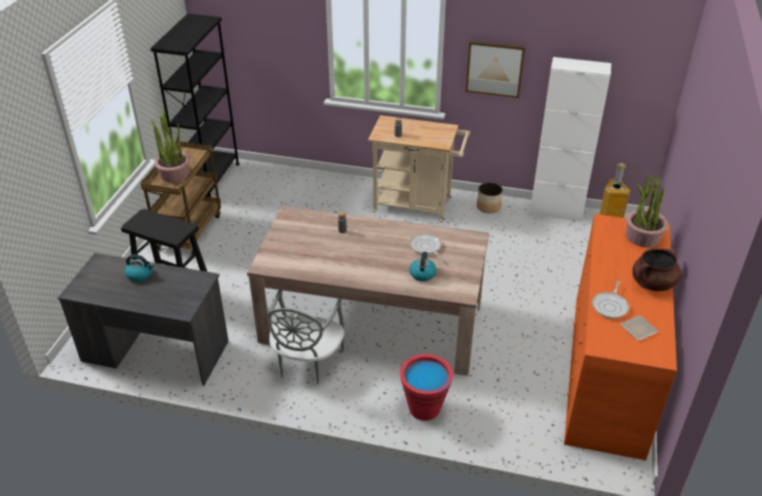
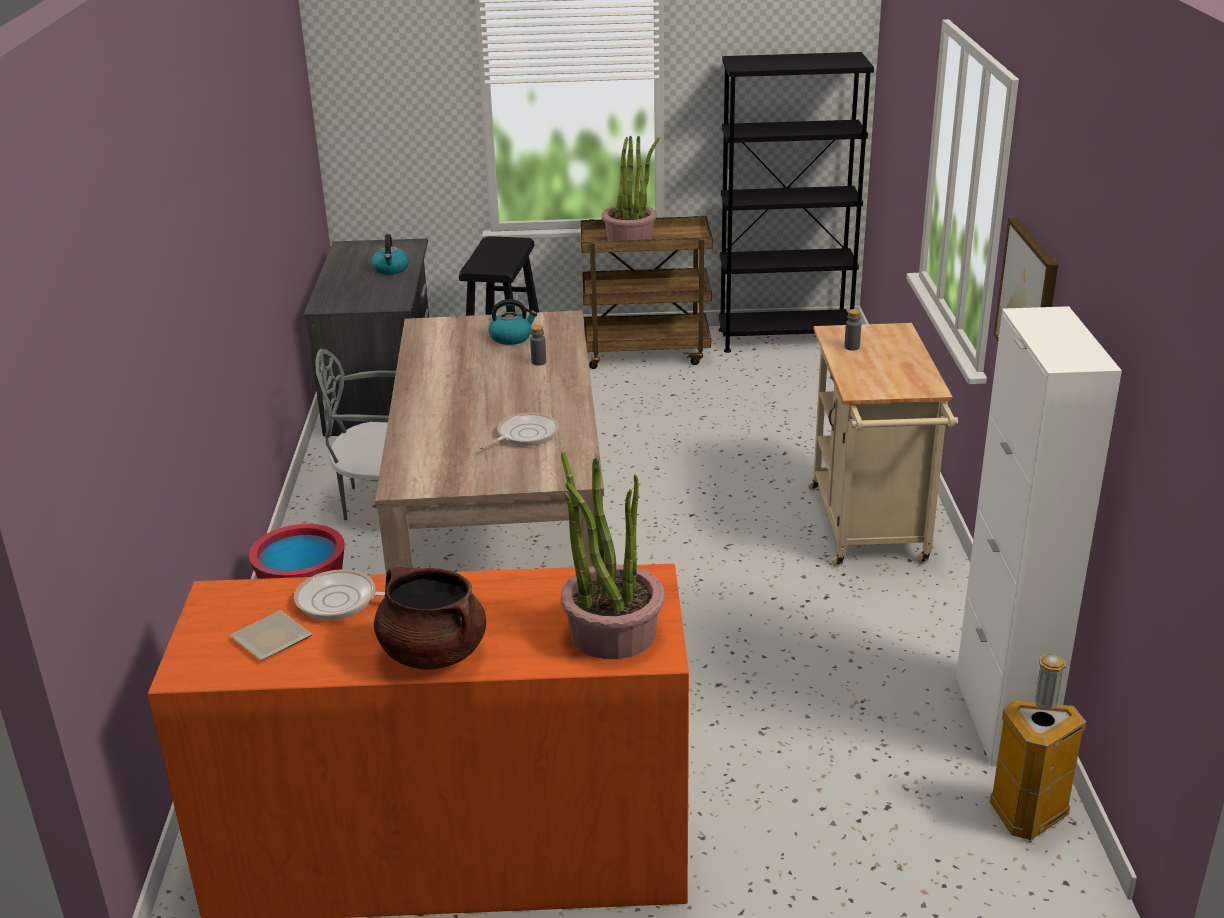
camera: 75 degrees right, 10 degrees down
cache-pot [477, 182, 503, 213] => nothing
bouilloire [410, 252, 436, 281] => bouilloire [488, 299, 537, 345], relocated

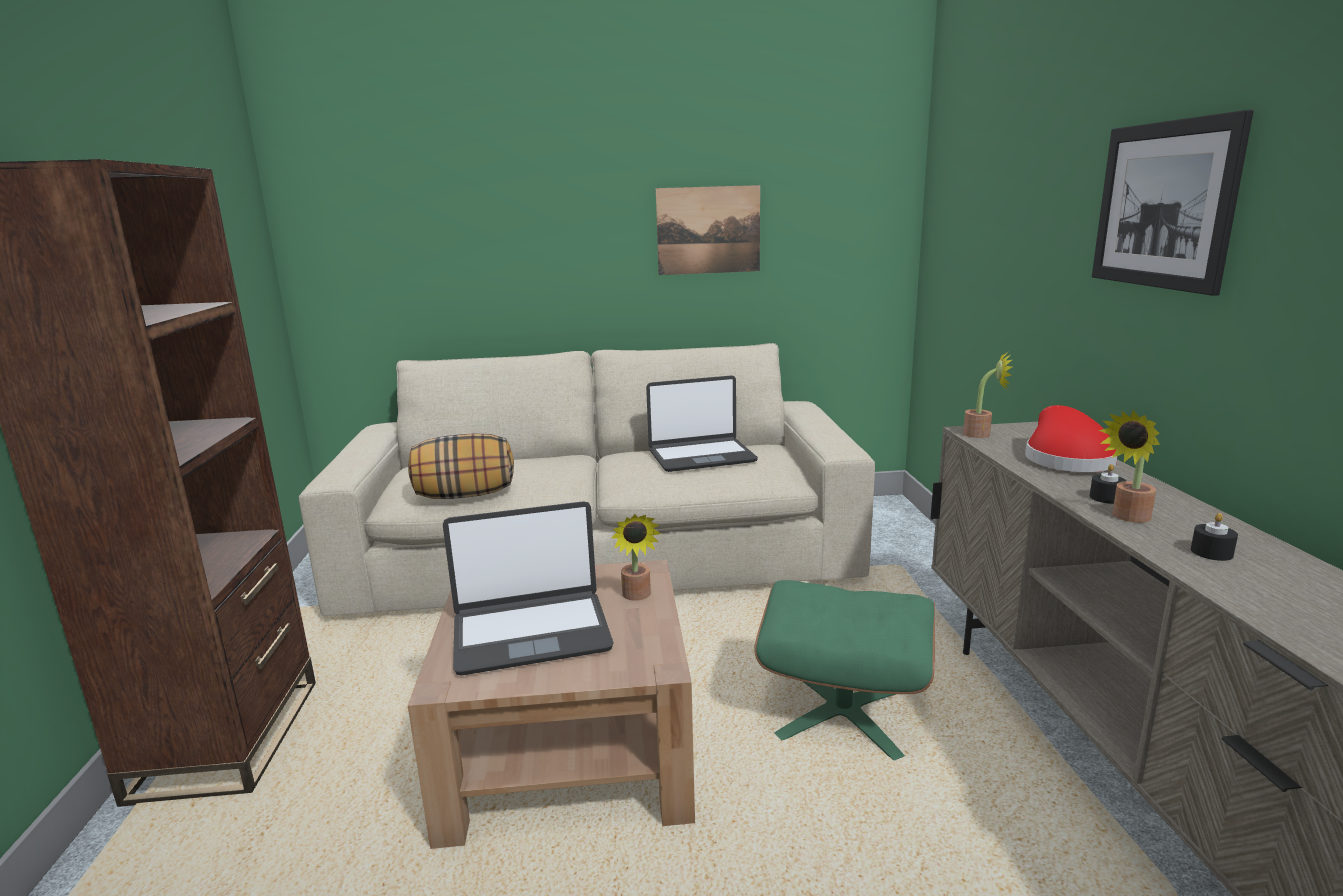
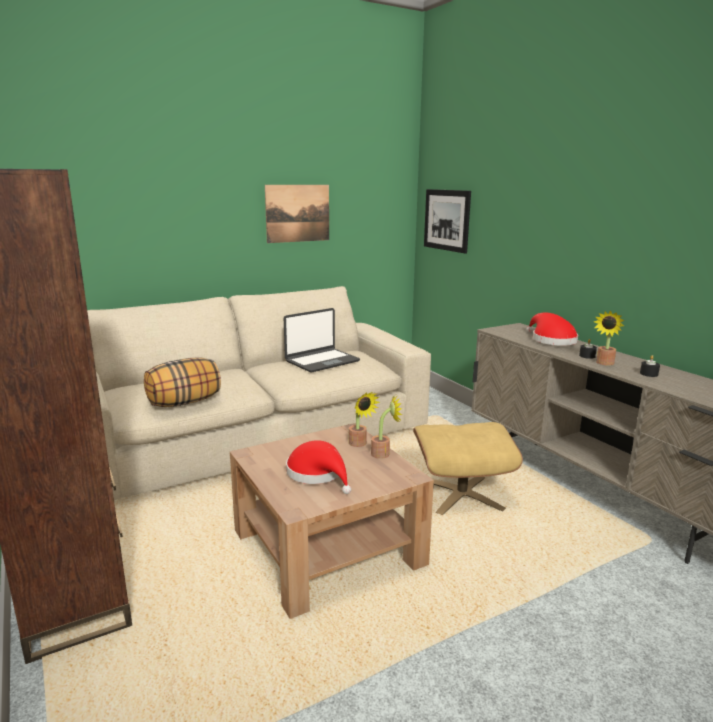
camera: 25 degrees left, 0 degrees up
tableau [1092, 110, 1254, 296] => tableau [424, 189, 471, 253], relocated
plante en pot [963, 351, 1012, 438] => plante en pot [371, 395, 402, 459], relocated
ordinateur portable [443, 501, 614, 675] => chapeau/rouge [286, 440, 351, 494]
pouf/vert [754, 580, 935, 761] => pouf/beige [413, 422, 523, 515]

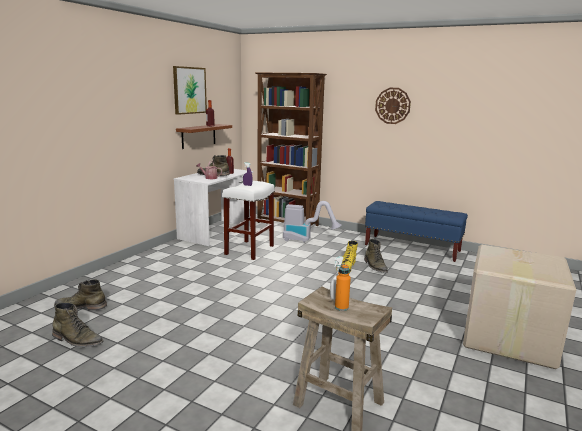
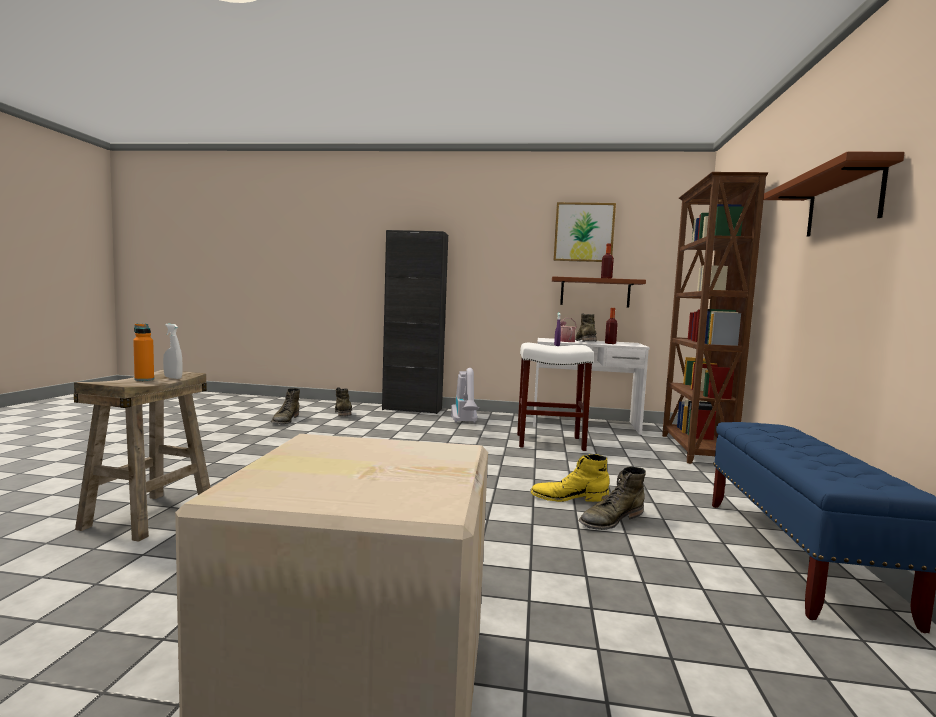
camera: 70 degrees right, 10 degrees down
horloge murale [375, 88, 411, 124] => étagère/marron [763, 152, 905, 237]
aspirateur [283, 201, 342, 243] => aspirateur [451, 368, 479, 423], relocated
nothing => meuble de rangement/noir [382, 230, 448, 414]

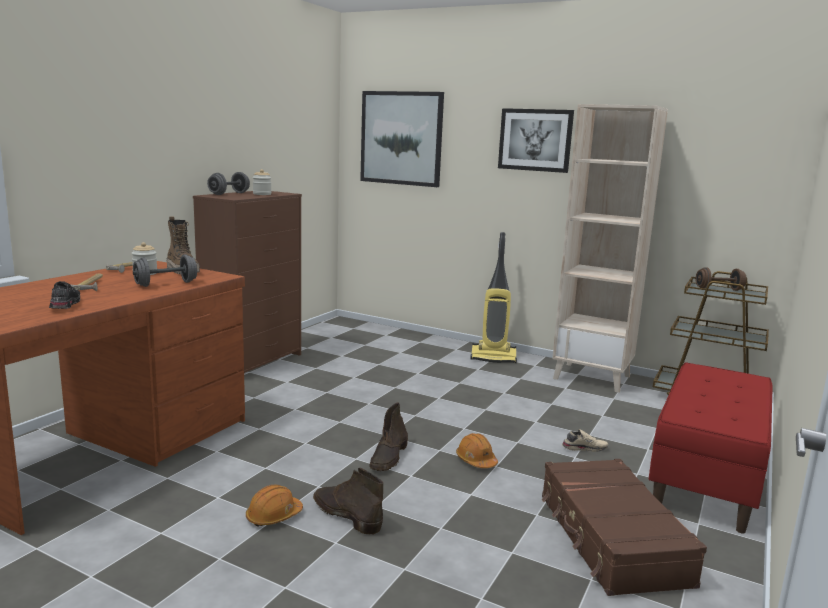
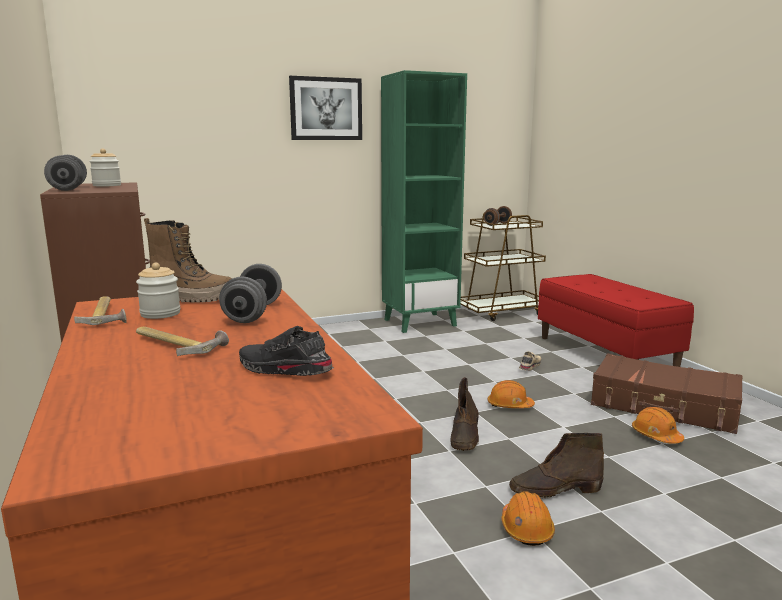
camera: 50 degrees left, 0 degrees up
tableau [360, 91, 444, 187] => nothing
bibliothèque/beige [552, 104, 668, 393] => bibliothèque/vert [381, 70, 467, 333]
aspirateur [470, 232, 517, 363] => nothing
botte/marron [369, 402, 408, 471] => botte/marron [450, 377, 479, 451], 45 degrees clockwise
nothing => casque de chantier/orange [632, 407, 684, 444]

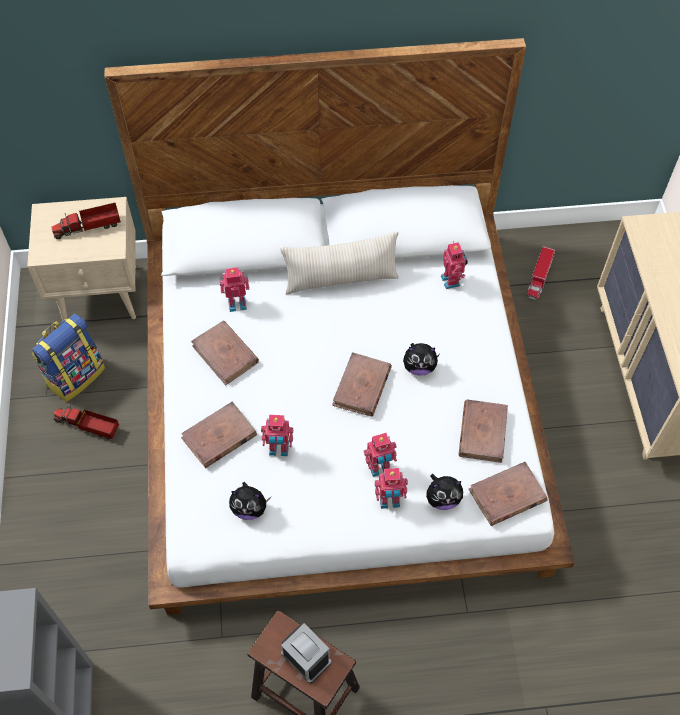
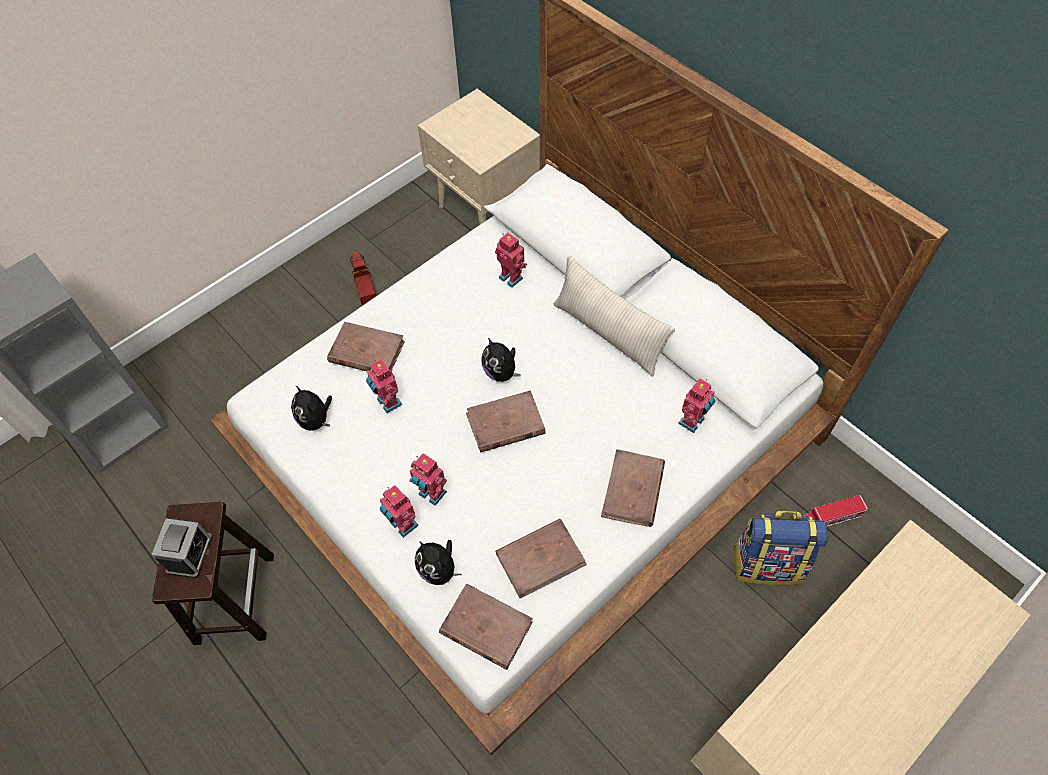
camera: 55 degrees right, 0 degrees up
camion jouet [51, 203, 121, 239] => nothing
sac à dos [32, 314, 105, 402] => sac à dos [733, 511, 829, 585], relocated
livre/marron [191, 321, 259, 386] => livre/marron [601, 449, 665, 527], relocated
peluche [403, 343, 440, 376] => peluche [481, 338, 521, 382], relocated

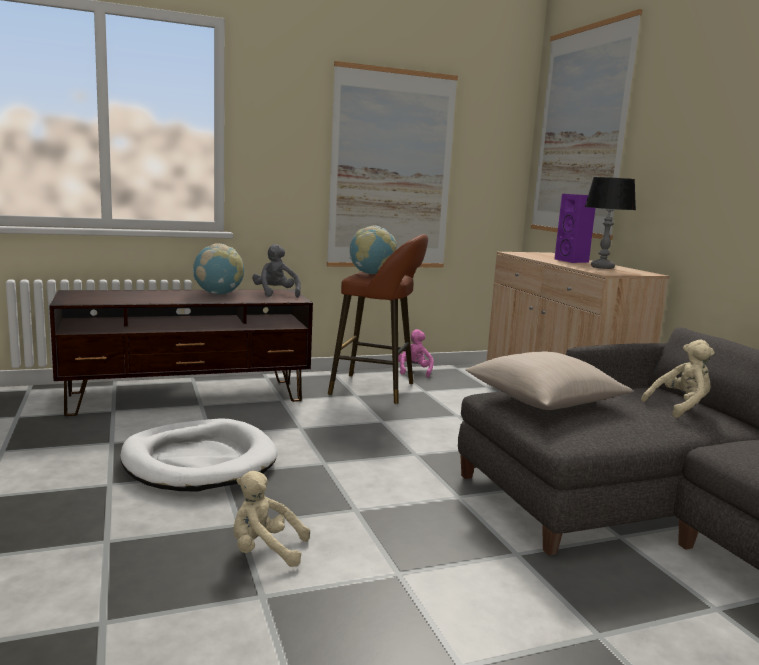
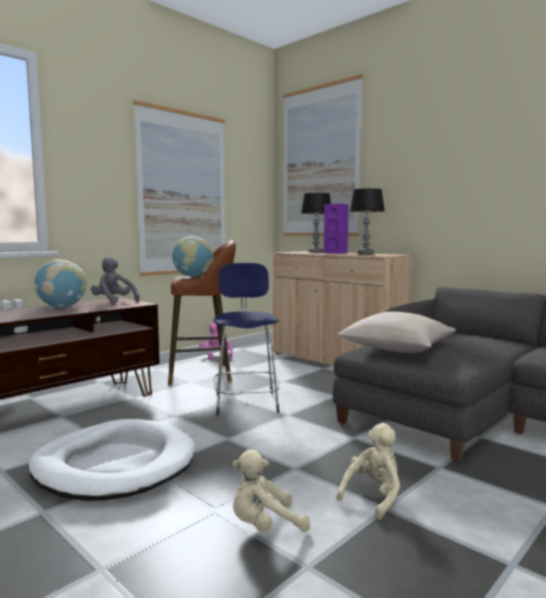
camera: 25 degrees left, 5 degrees down
peluche/beige [641, 340, 715, 418] => peluche/beige [336, 423, 400, 520], relocated
nothing => lampe de table [301, 193, 331, 253]
nothing => tabouret/bleu [213, 263, 279, 415]

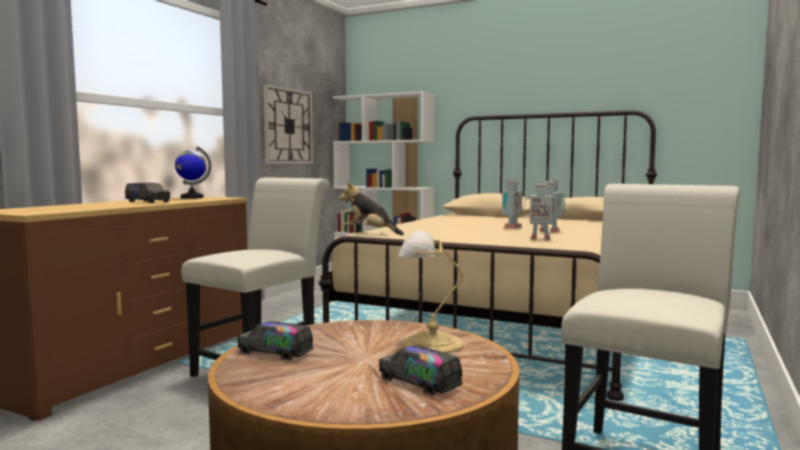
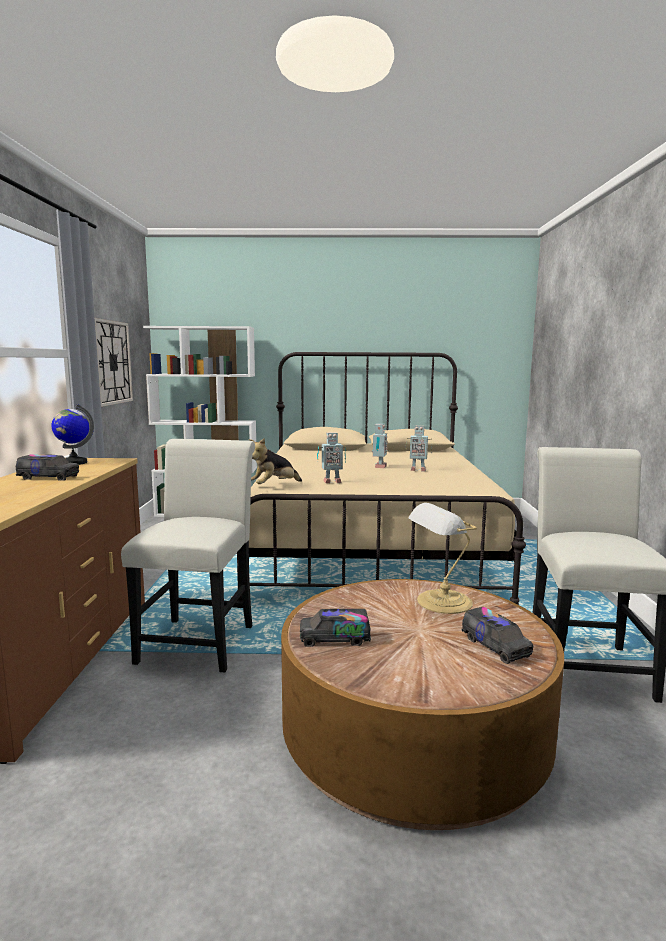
camera: 25 degrees left, 5 degrees up
peluche [339, 182, 404, 235] => peluche [249, 438, 302, 484], 45 degrees counterclockwise
robot jouet [524, 182, 558, 240] => robot jouet [317, 432, 346, 483], relocated
camion jouet [379, 345, 463, 396] => camion jouet [462, 607, 533, 664], 135 degrees counterclockwise

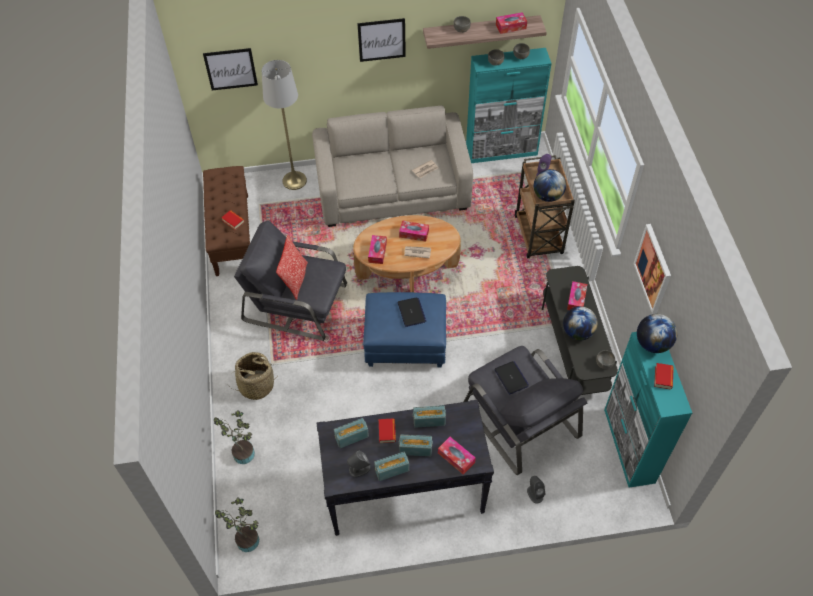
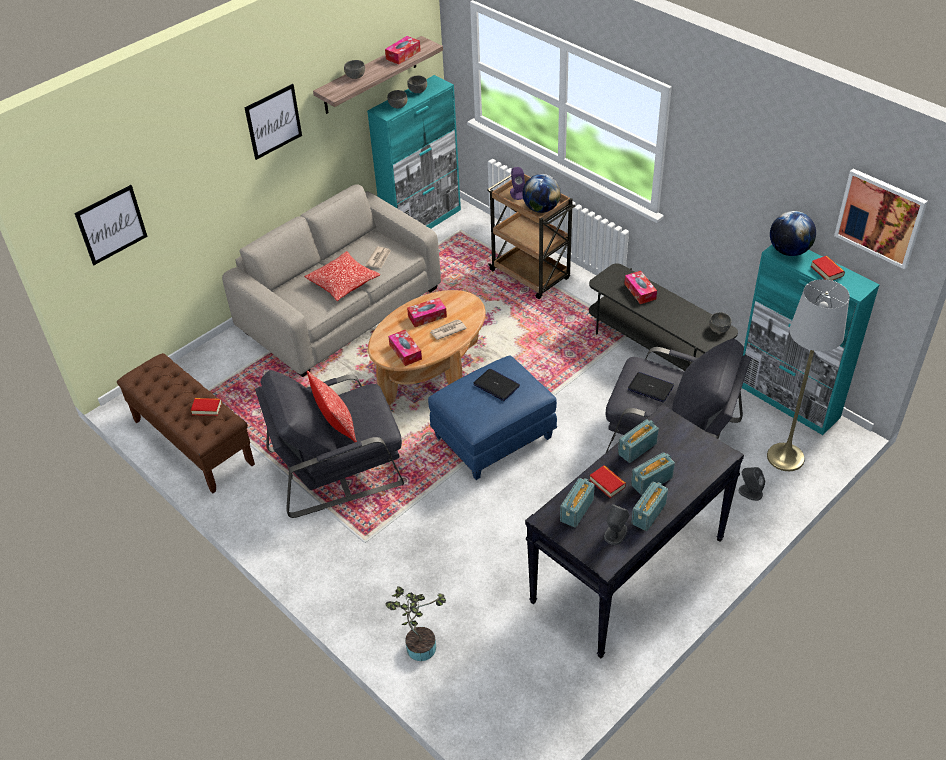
camera: 35 degrees left, 10 degrees down
lampadaire/gris [262, 60, 307, 190] => lampadaire/gris [767, 279, 850, 471], relocated
tableau [633, 224, 671, 314] => tableau [834, 169, 928, 269], relocated
globe [563, 306, 598, 340] => nothing
panier [228, 352, 277, 400] => nothing
boîte à mouchoirs [438, 437, 476, 475] => nothing
plante en pot [215, 497, 259, 552] => nothing
nothing => coussin [304, 251, 380, 301]

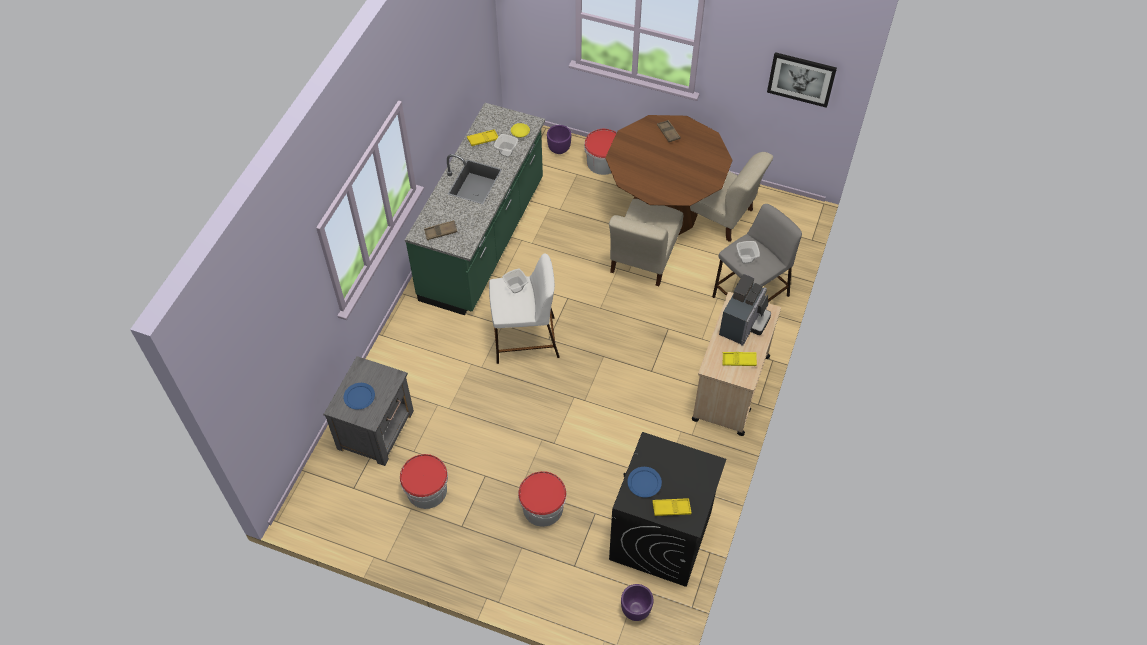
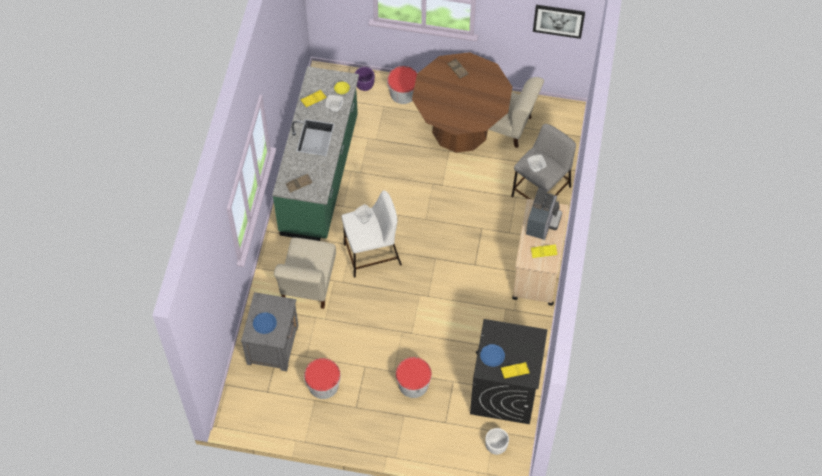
camera: 10 degrees left, 5 degrees up
chaise/beige [609, 199, 683, 286] => chaise/beige [274, 238, 336, 309], relocated
cache-pot/violet [621, 584, 653, 621] => cache-pot/blanc [485, 428, 509, 455]

